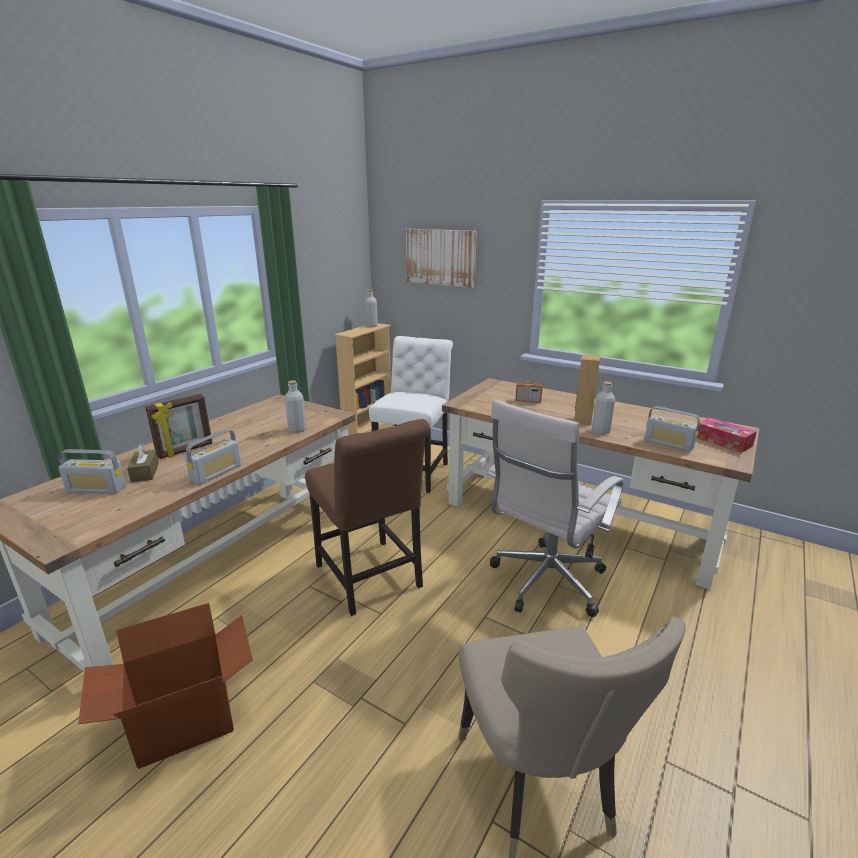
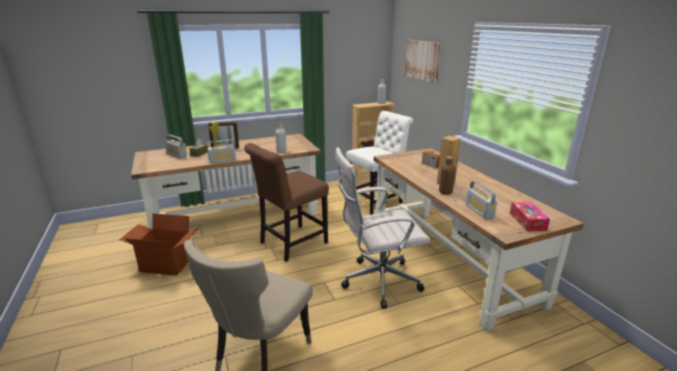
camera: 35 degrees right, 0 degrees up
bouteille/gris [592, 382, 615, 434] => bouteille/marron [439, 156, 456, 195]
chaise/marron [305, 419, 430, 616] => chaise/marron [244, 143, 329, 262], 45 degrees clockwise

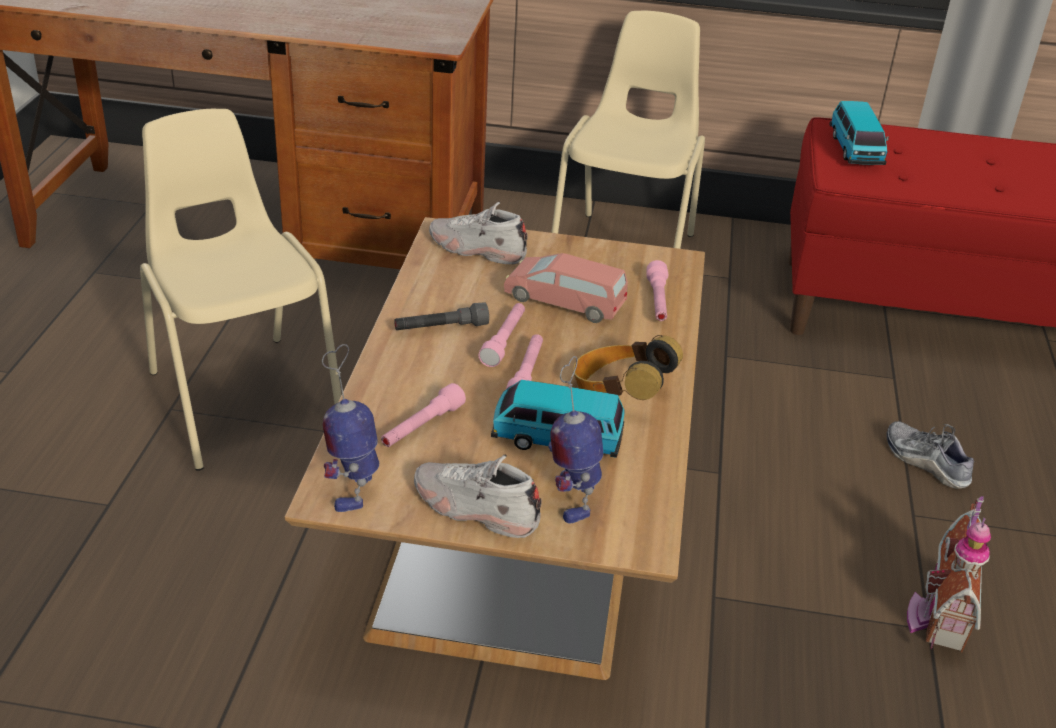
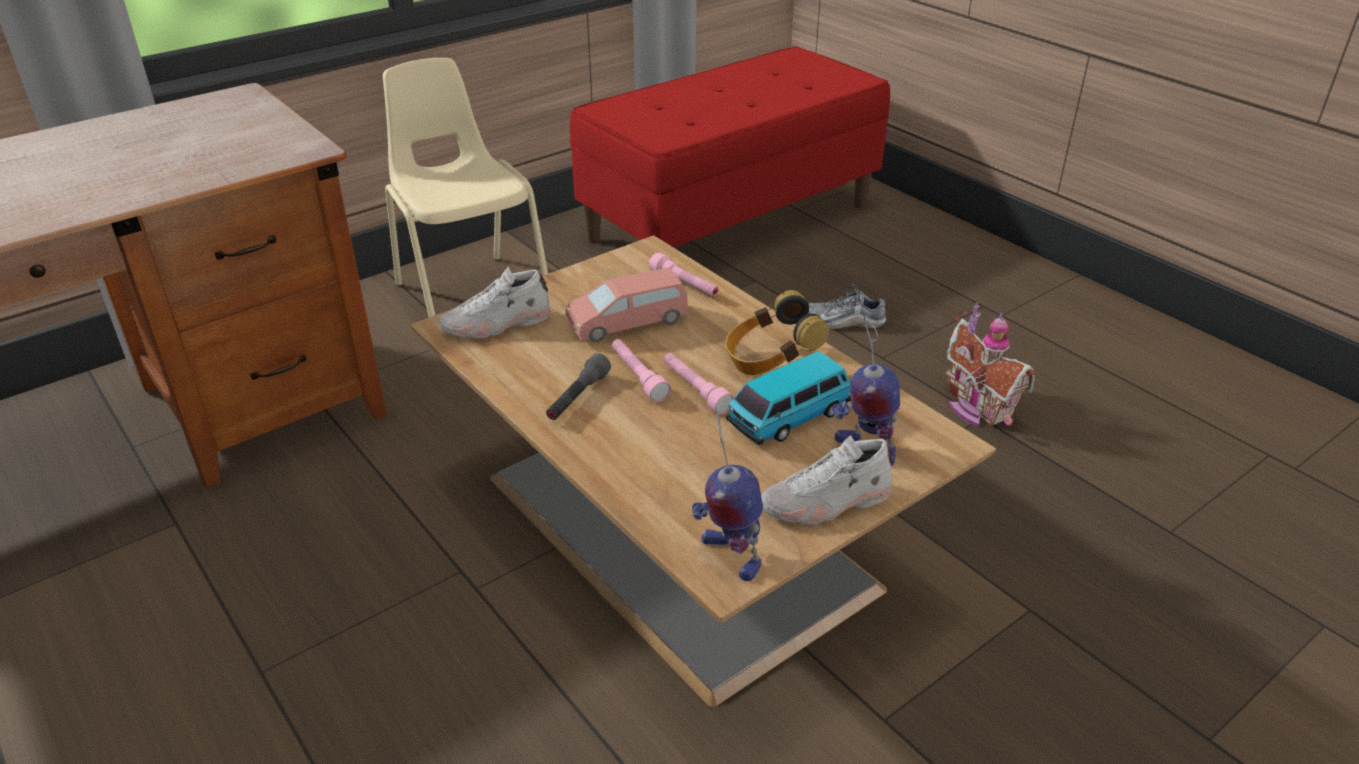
camera: 45 degrees left, 0 degrees up
petite voiture [829, 101, 889, 165] => nothing
chaise/beige [140, 109, 342, 471] => nothing
lampe de poche/rose [381, 383, 466, 447] => nothing

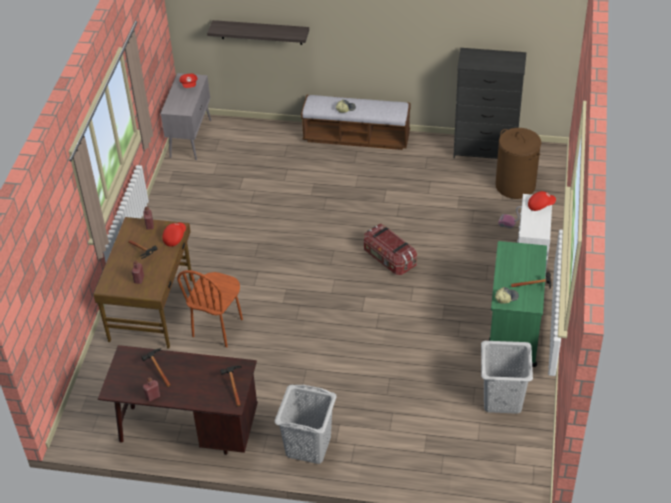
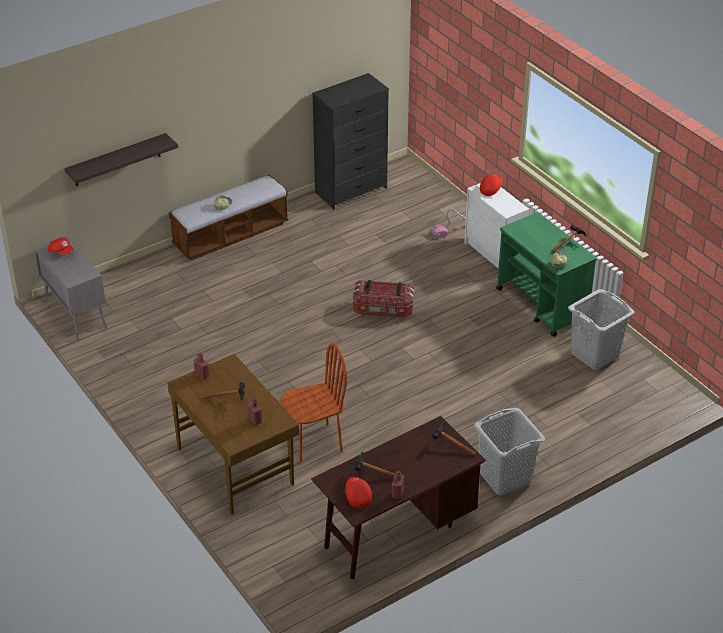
camera: 45 degrees left, 5 degrees down
panier à linge/marron [495, 128, 541, 199] => nothing
casquette/rouge [162, 223, 186, 247] => casquette/rouge [346, 477, 372, 508], relocated
chaise/marron [177, 270, 243, 347] => chaise/marron [280, 343, 347, 463], 90 degrees counterclockwise

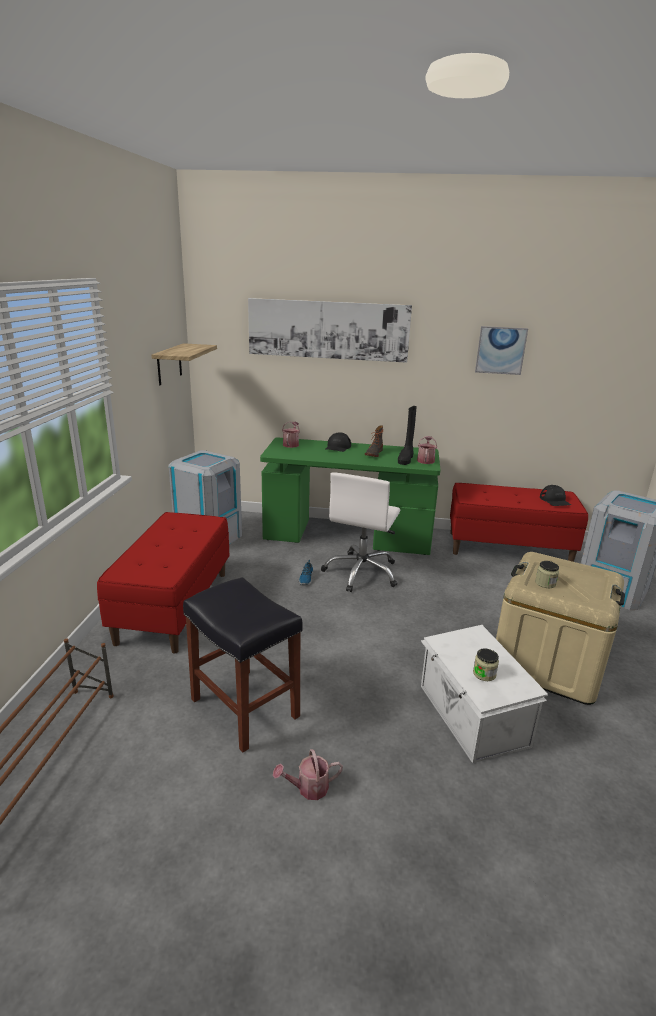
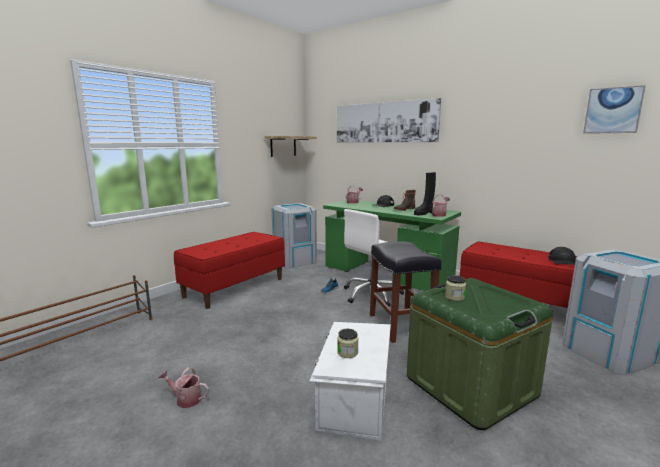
camera: 30 degrees right, 10 degrees down
tableau [475, 326, 528, 375] => tableau [583, 85, 646, 134], relocated
boîte de rangement/beige [496, 552, 625, 705] => boîte de rangement/vert [407, 278, 553, 430]
tabouret/noir [183, 577, 303, 752] => tabouret/noir [370, 241, 441, 343], relocated

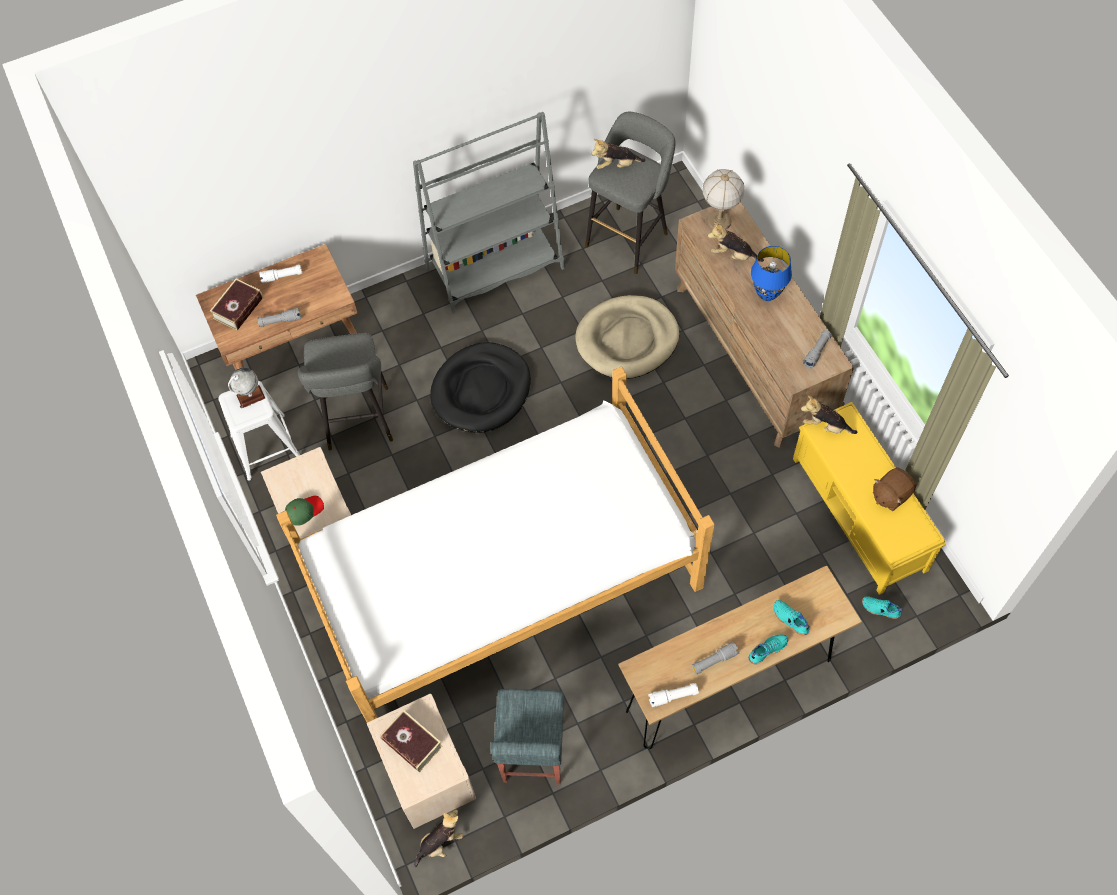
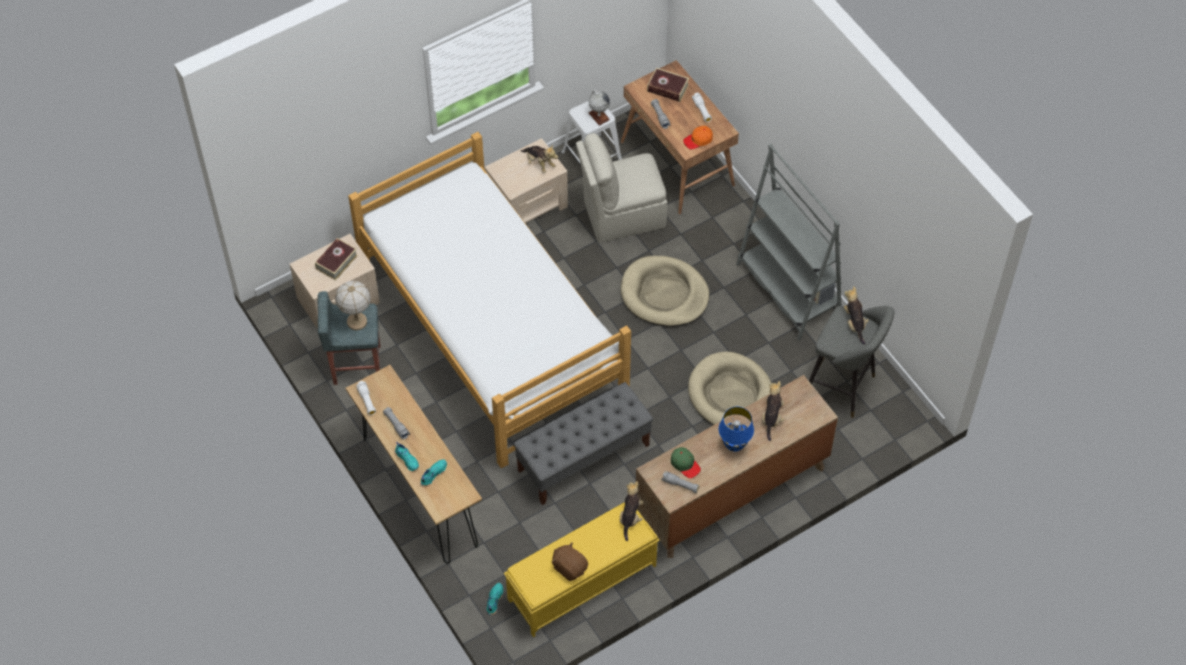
camera: 80 degrees right, 5 degrees down
lampe de table [703, 169, 744, 230] => lampe de table [335, 281, 371, 331], relocated
tabouret/gris [298, 333, 393, 451] => chaise/beige [576, 133, 667, 243]
panier pour chien/noir [430, 342, 531, 433] => panier pour chien/beige [621, 256, 710, 327]
casquette/vert [285, 496, 324, 526] => casquette/vert [671, 447, 701, 478], relocated
peluche [414, 810, 463, 868] => peluche [521, 145, 558, 173], relocated
nothing => casquette/orange [683, 126, 713, 149]
nothing => banc/gris [513, 382, 653, 505]

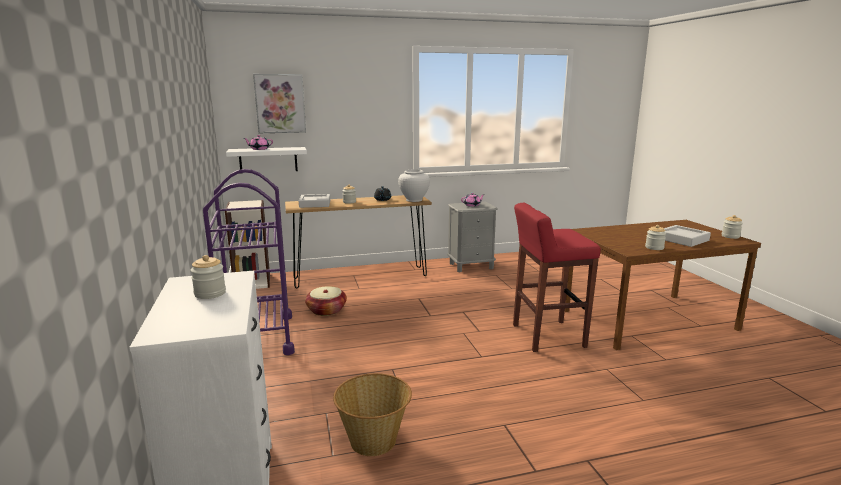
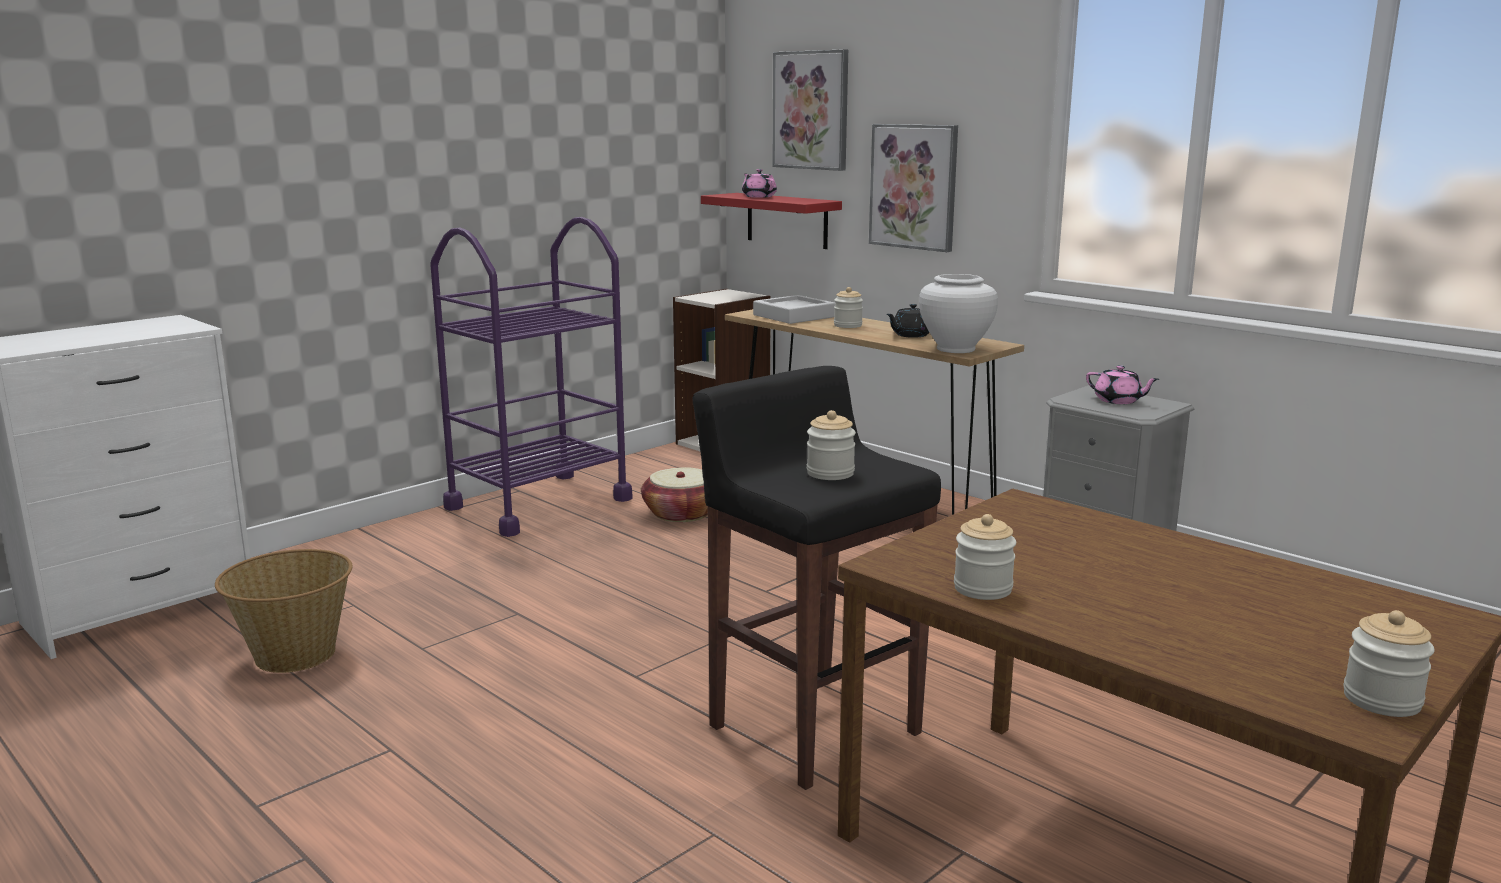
camera: 60 degrees right, 0 degrees up
étagère/blanc [226, 147, 307, 171] => étagère/rouge [701, 193, 842, 249]
tabouret/rouge [513, 203, 601, 352] => tabouret/noir [693, 366, 941, 790]
plateau/gris [664, 225, 711, 247] => nothing
bocal [190, 255, 226, 299] => bocal [807, 410, 856, 480], relocated
nothing => tableau [869, 124, 958, 252]

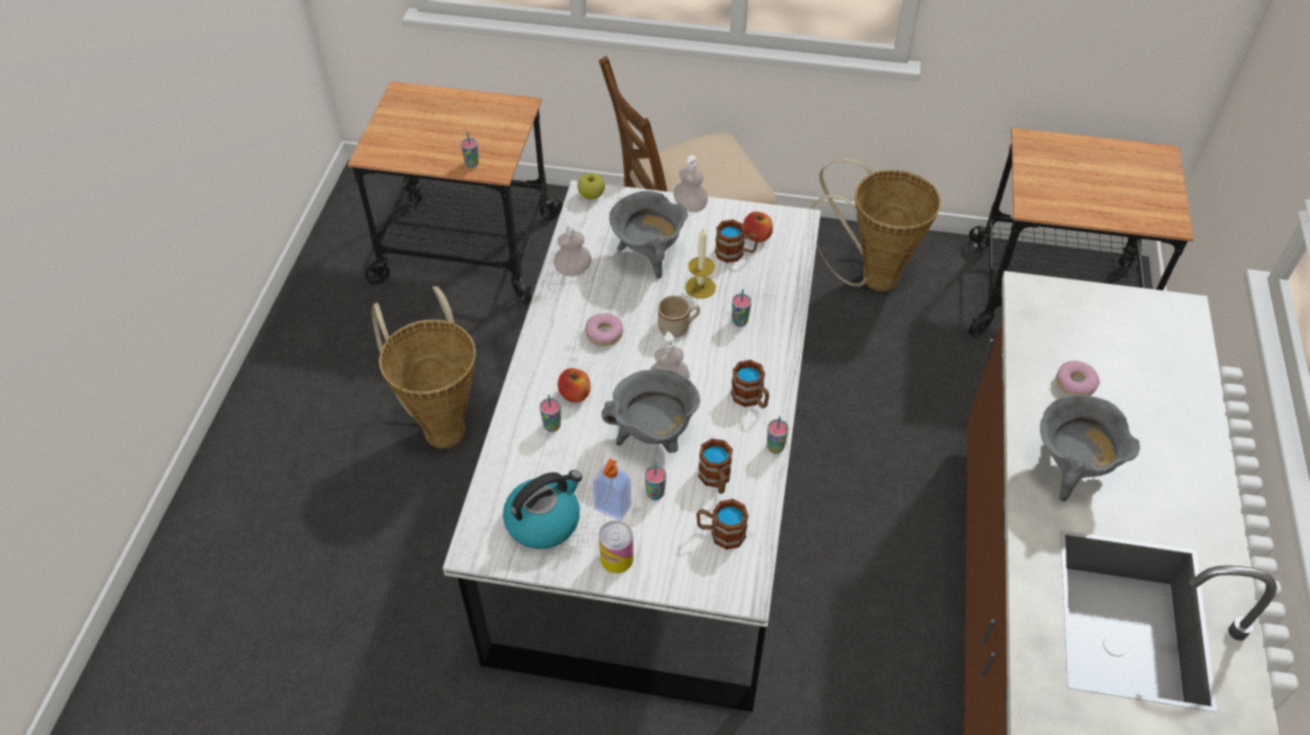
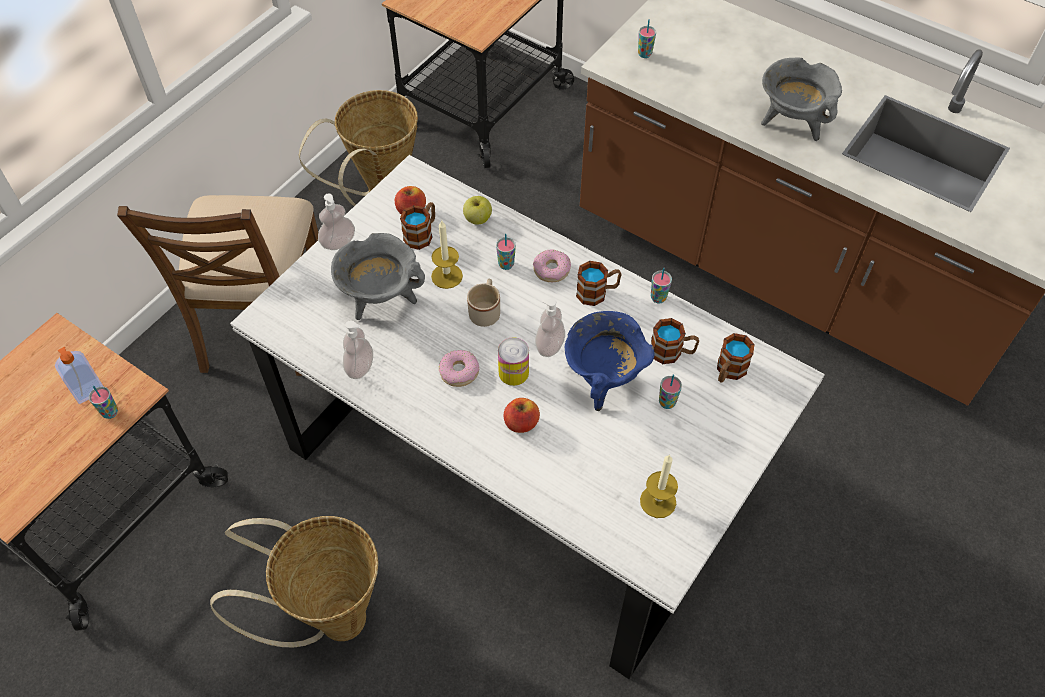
camera: 65 degrees left, 5 degrees up
pomme [578, 173, 605, 200] => pomme [463, 196, 492, 225], relocated
beignet [1056, 361, 1100, 396] => beignet [533, 249, 571, 282], relocated
marmite/gris [602, 369, 700, 453] => marmite/bleu [565, 311, 655, 411]
tasse [539, 395, 561, 432] => tasse [638, 19, 656, 58], relocated
distributeur de savon [593, 459, 631, 521] => distributeur de savon [55, 347, 104, 404], relocated
bouilloire [503, 470, 582, 549] => bougie [640, 454, 678, 518]
boîte métallique [599, 521, 634, 573] => boîte métallique [498, 337, 529, 386], relocated

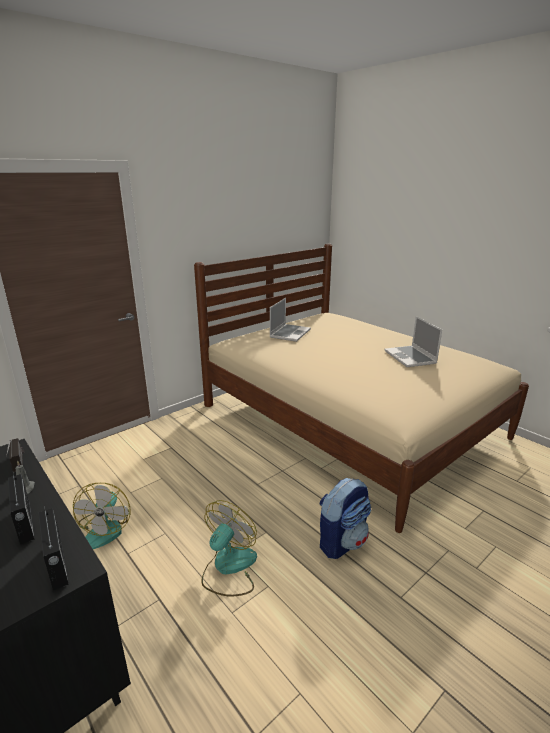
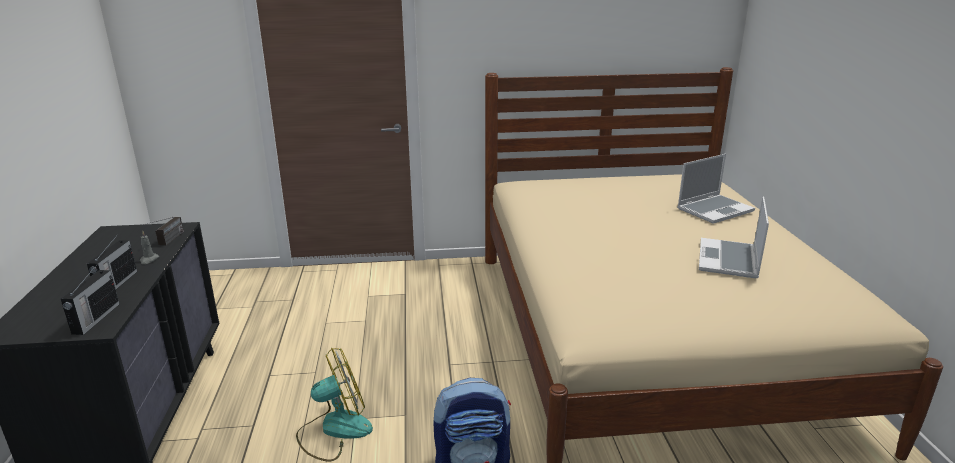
camera: 35 degrees right, 0 degrees up
ordinateur portable [270, 298, 311, 342] => ordinateur portable [677, 154, 755, 224], relocated
ventilateur [73, 483, 131, 549] => nothing

